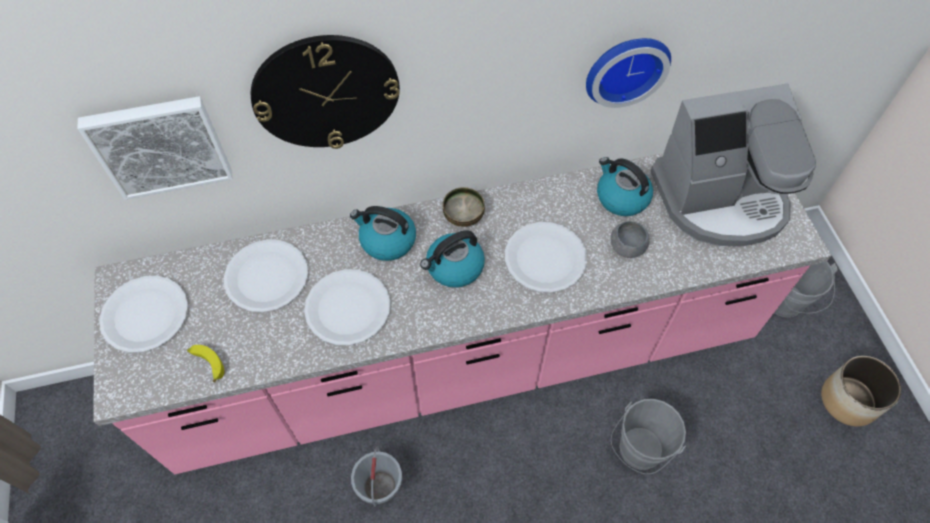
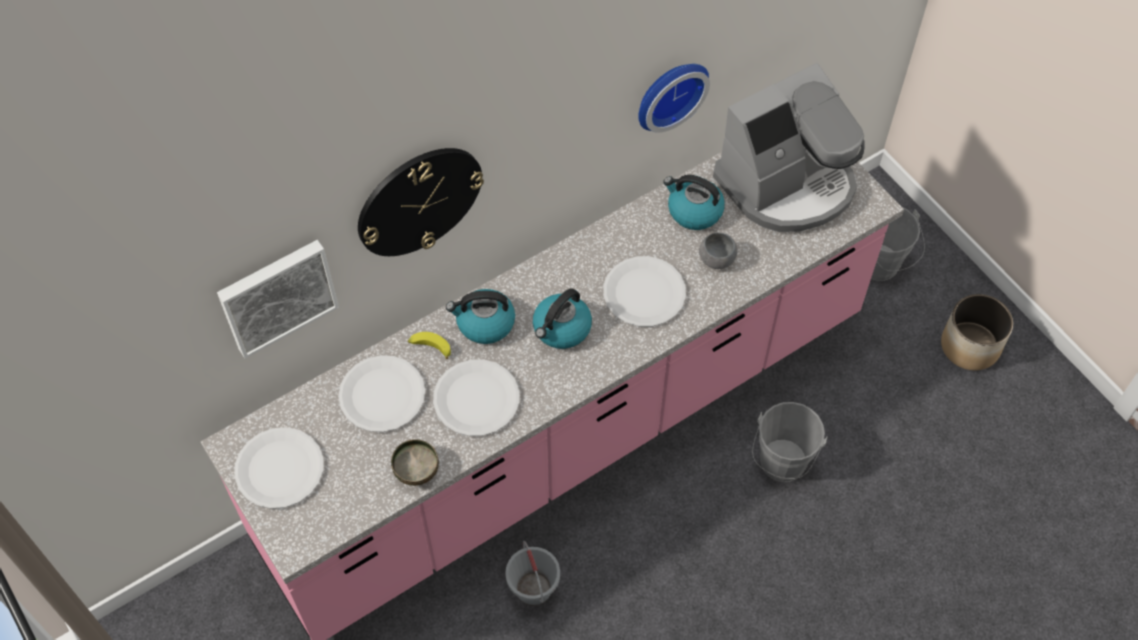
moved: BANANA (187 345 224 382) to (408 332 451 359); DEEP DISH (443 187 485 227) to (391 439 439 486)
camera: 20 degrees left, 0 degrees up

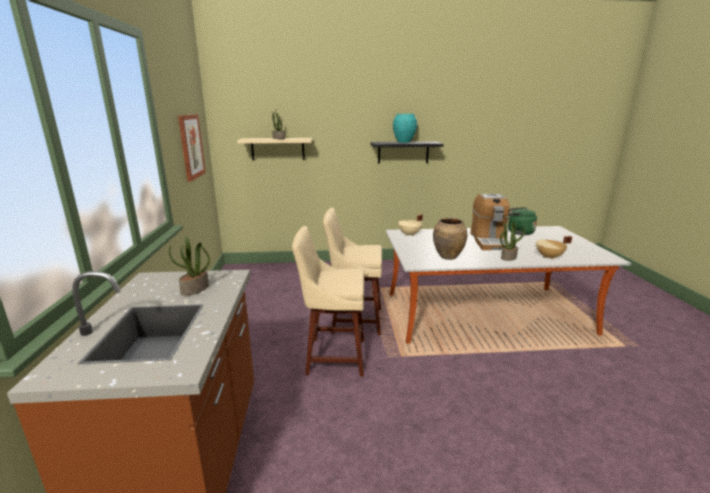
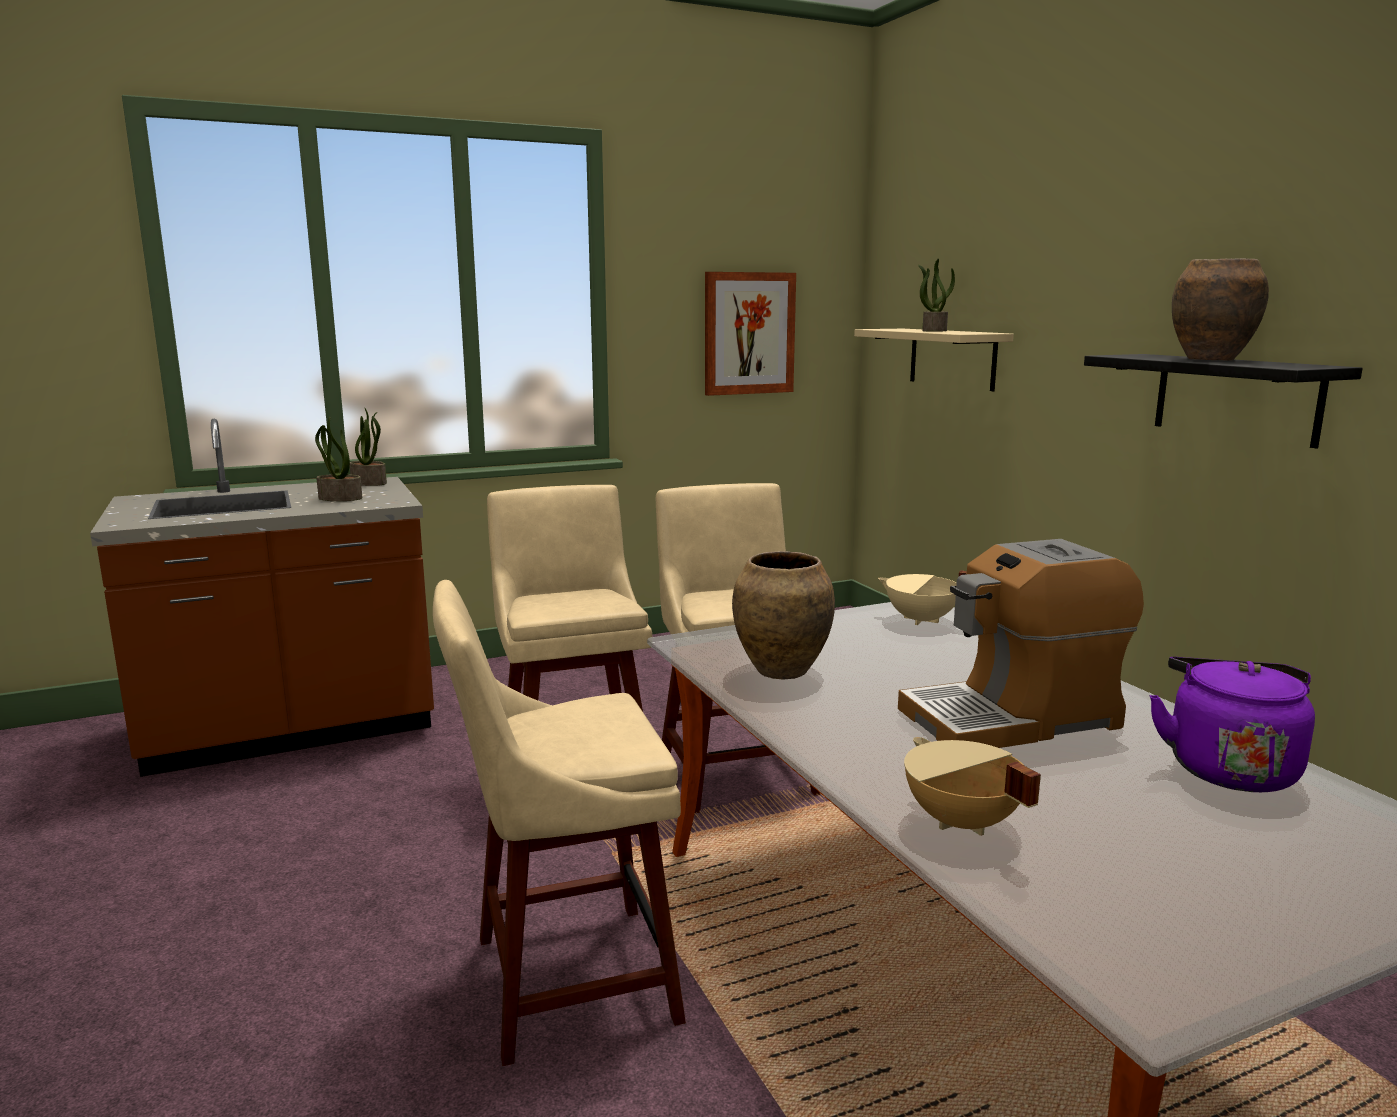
added: SAND-COLOURED PLAIN CHAIR (433 580 686 1066)
moved: HOUSEPLANT (500 221 525 261) to (350 407 387 486)
recoloured: TURQUOISE VASE (393 114 417 143) to BROWNISH VASE (1172 258 1269 361); GREEN-COLOURED KETTLE (508 207 537 235) to PURPLE KETTLE (1149 657 1315 792)
camera: 70 degrees right, 5 degrees down

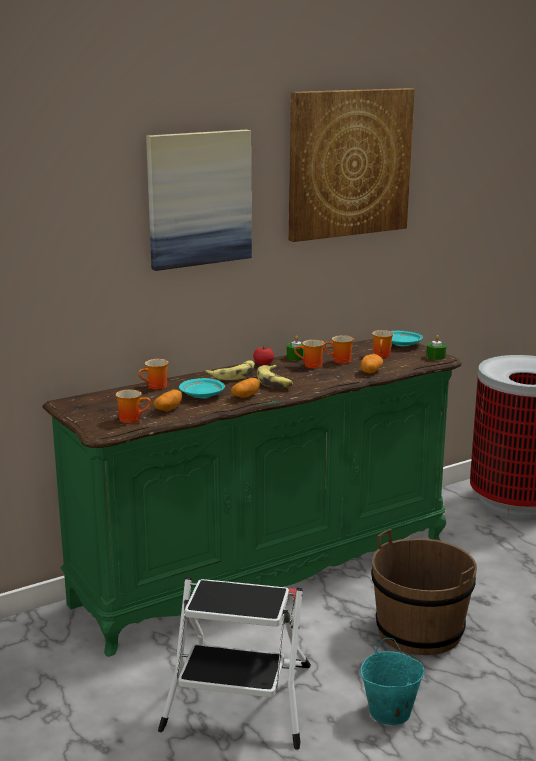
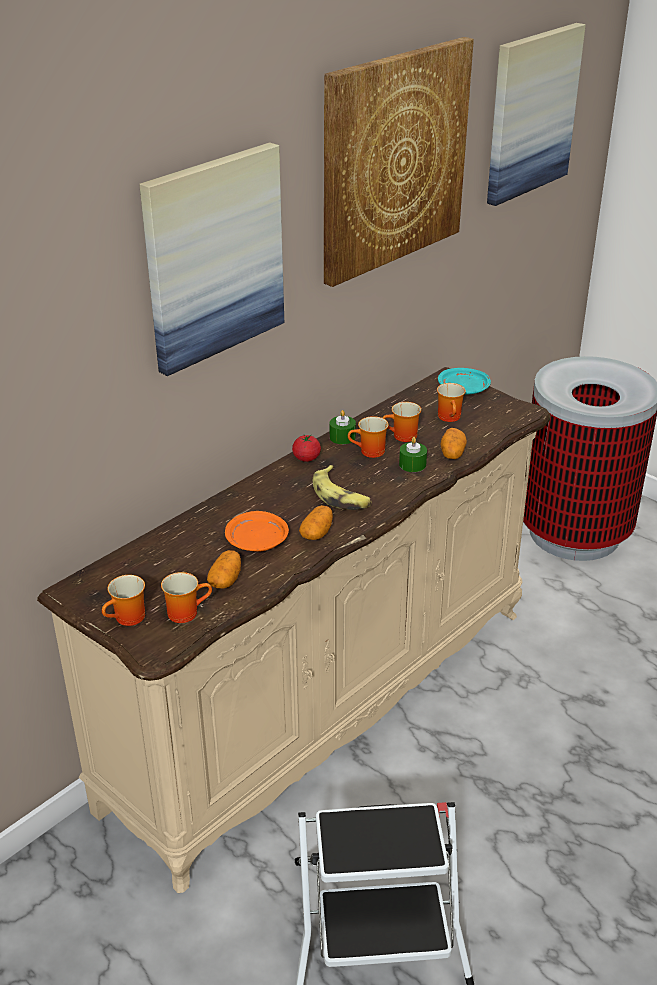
removed: BANANA (205 360 255 380); TURQUOISE WATER BUCKET (361 638 424 725); BROWNISH WATER BUCKET (371 529 477 655)
added: WALL PICTURE (487 23 586 206)
moved: COFFEE MUG (138 359 168 389) to (102 575 145 626); GREEN-COLOURED WAX CANDLE (426 335 446 360) to (399 437 427 472)
recoloured: GREEN-COLOURED CUPBOARD (42 338 462 656) to SAND-COLOURED CUPBOARD (37 367 551 893); TURQUOISE DINNER PLATE (179 378 225 398) to ORANGEY DINNER PLATE (225 511 289 552)
camera: 15 degrees left, 15 degrees up

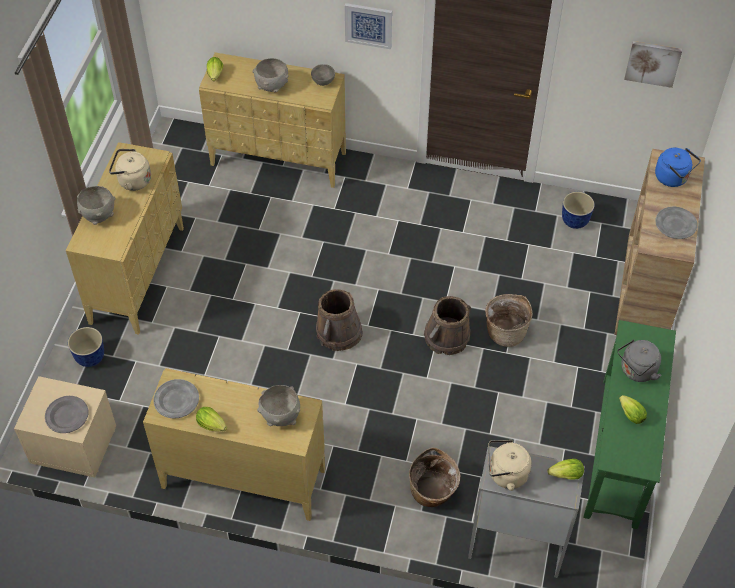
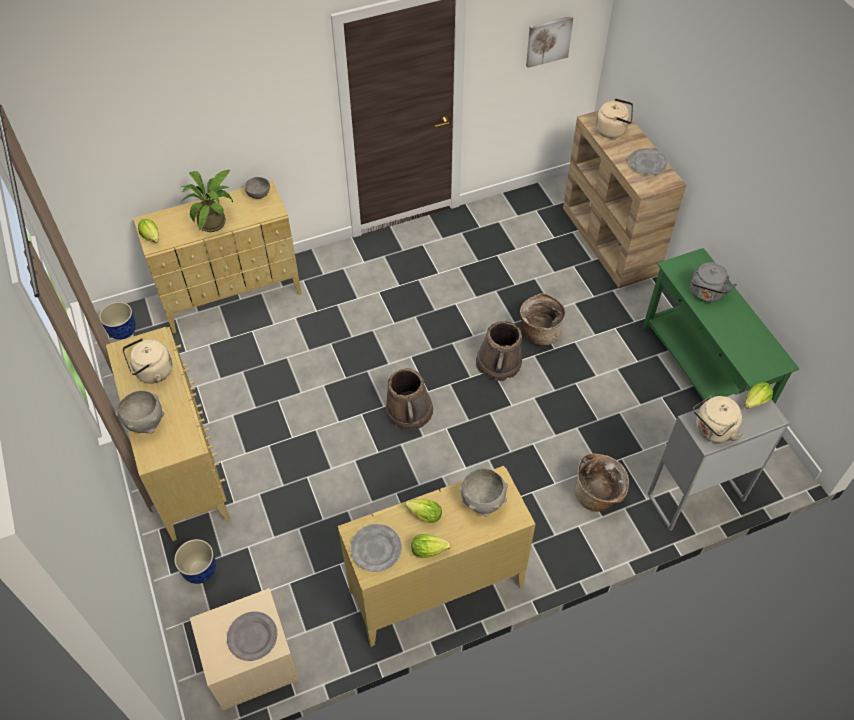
removed: WALL PICTURE (345 3 392 49)
moved: PLANT POT (562 192 595 229) to (99 302 136 340); LETTUCE HEAD (619 395 647 424) to (405 499 442 523)
replaced: GREYISH DEEP DISH (253 58 289 92) to HOUSEPLANT (181 170 233 232)
recoloured: BLUISH KETTLE (655 148 701 187) to SAND-COLOURED KETTLE (596 98 633 138)
camera: 35 degrees left, 0 degrees up

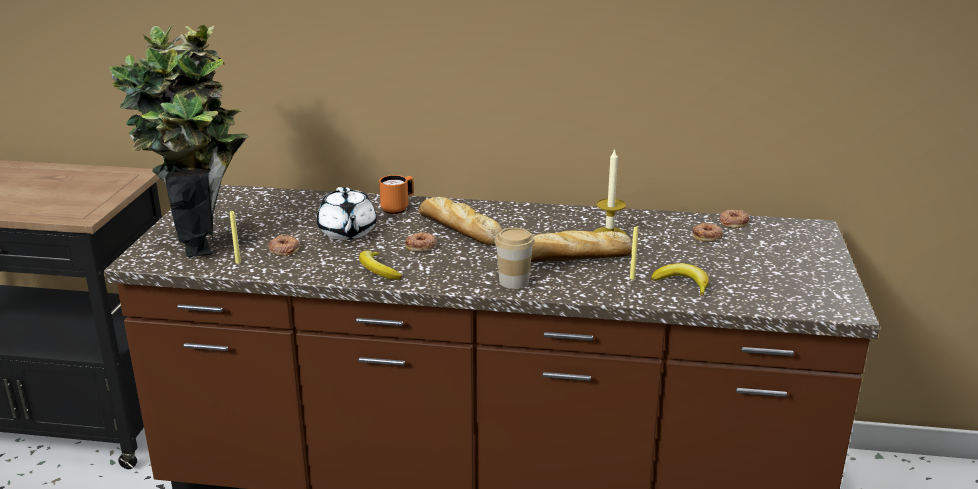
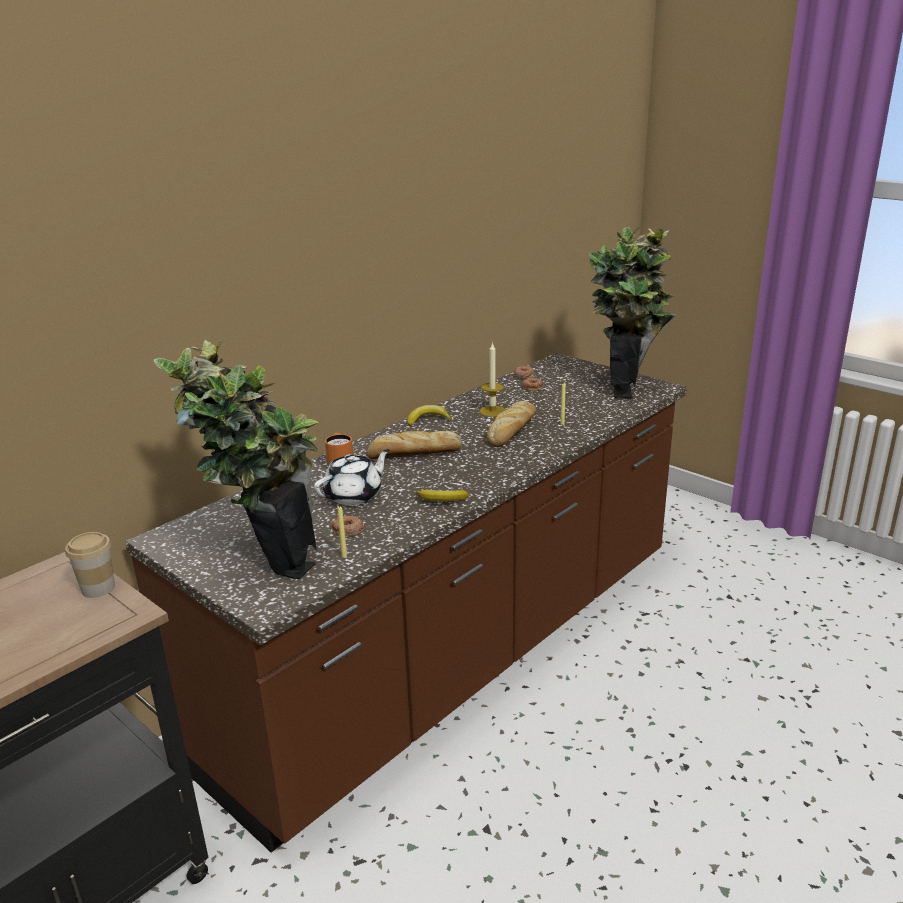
removed: DONUT (405 232 437 251)
added: HOUSEPLANT (589 226 677 398)
moved: DRINKING CUP (495 228 535 289) to (65 532 115 598); BANANA (651 263 709 296) to (407 405 452 426)
turned: WHITE-COLOURED POT FOR TEA (317 187 377 240) = (314 449 390 506) 60 degrees counterclockwise
camera: 55 degrees left, 0 degrees up

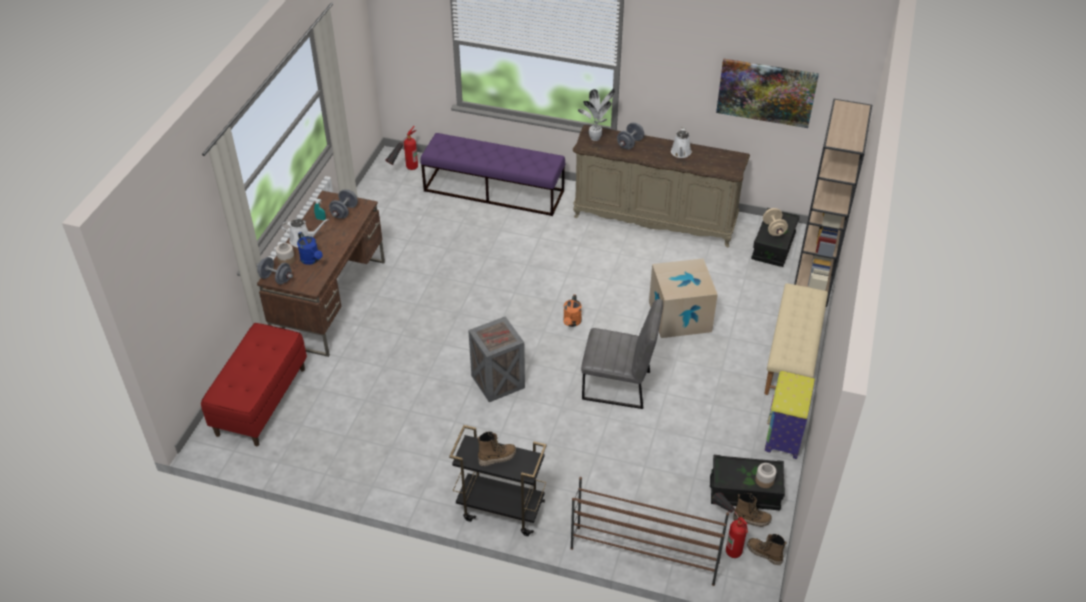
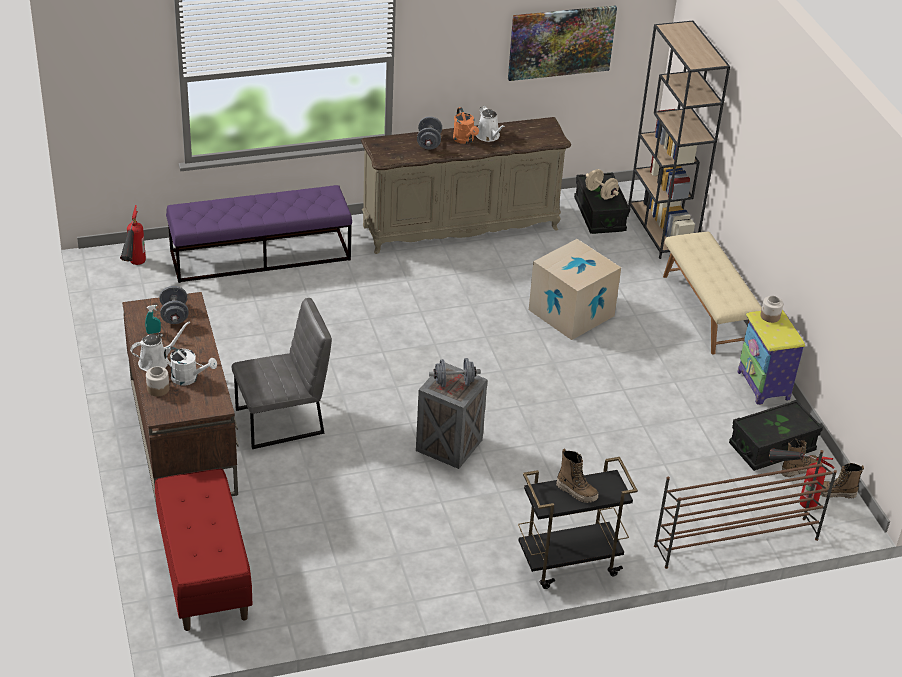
removed: HOUSEPLANT (578 88 615 141)
moved: GREYISH DUMBBELL (256 257 293 285) to (429 358 481 387); ORANGEY SPRINKLING CAN (563 294 582 327) to (453 107 479 144); GREYISH PLAIN CHAIR (581 299 663 409) to (232 298 332 449); JAR (755 463 776 488) to (760 296 783 323)
recoloured: BLUISH SPRINKLING CAN (297 232 323 265) to WHITE-COLOURED SPRINKLING CAN (164 346 217 386)
turned: HIGH-TOP BOOT (477 431 516 466) = (556 448 598 503) 90 degrees clockwise
camera: 35 degrees left, 5 degrees down

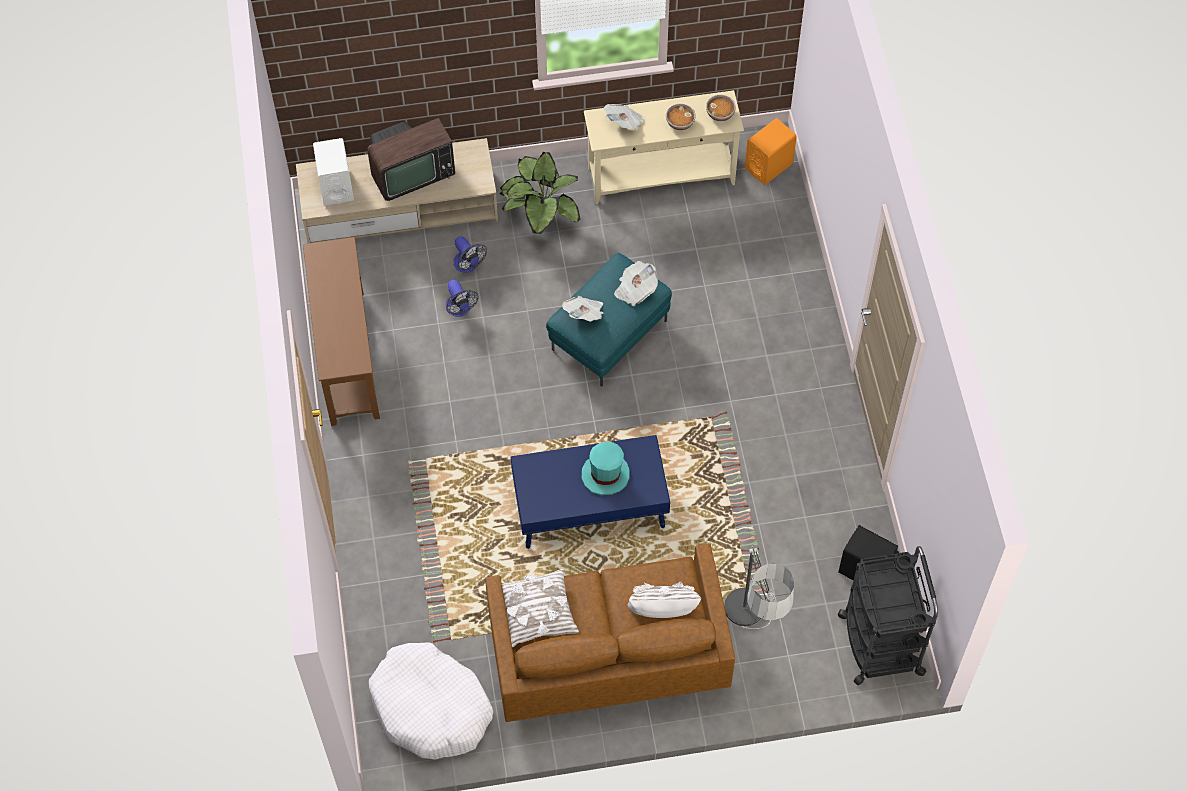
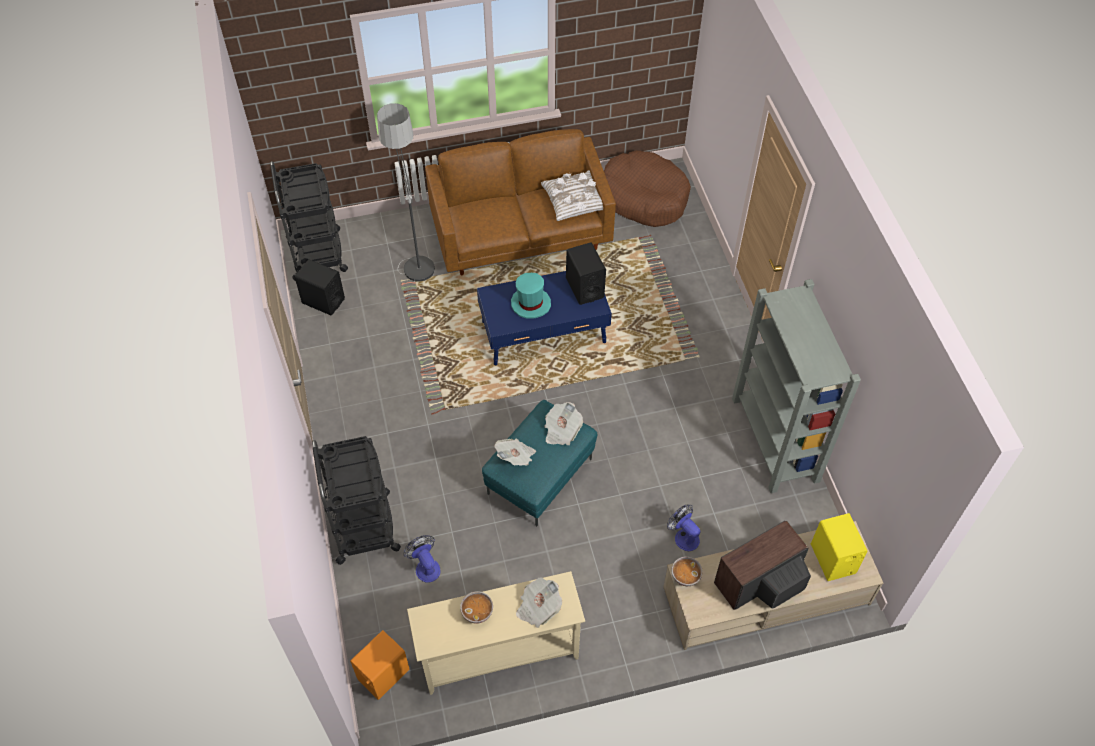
removed: HOUSEPLANT (500 152 581 234); WHITE-COLOURED CUSHION (628 582 701 618)
added: BLACK TROLLEY (312 436 401 565); BLACK AUDIO SPEAKER (566 242 606 305)
moved: ELECTRIC FAN (446 280 478 317) to (403 535 441 583); DEEP DISH (706 95 736 121) to (672 557 703 586)
replaced: BROWNISH NARROW TABLE (303 237 380 426) to GREYISH BOOKCASE (732 279 861 493)
recoloured: WHITE-COLOURED AUDIO SPEAKER (313 138 354 205) to YELLOW AUDIO SPEAKER (811 513 868 581); WHITE-COLOURED DOG CUSHION (369 642 493 759) to BROWNISH DOG CUSHION (604 150 691 227)
camera: 175 degrees right, 5 degrees down

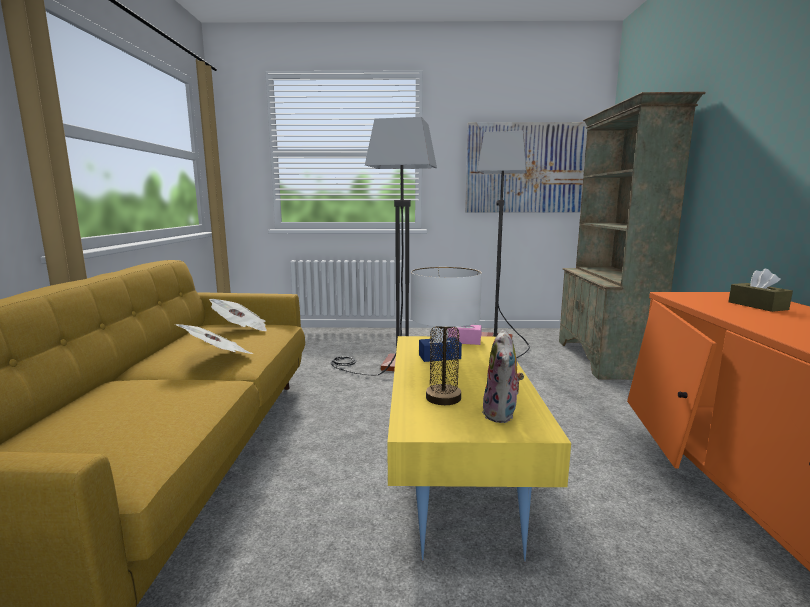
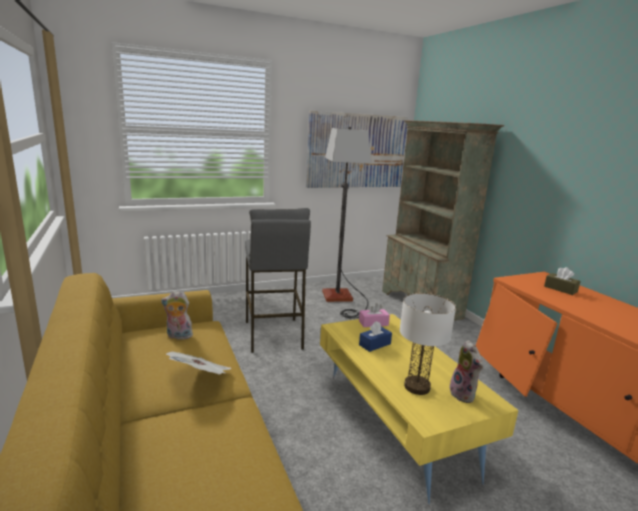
replaced: PRINTED PAPER (209 299 267 331) to CUDDLY TOY (161 291 193 340); STANDING LAMP (331 117 437 376) to GREYISH SITTING STOOL (245 208 311 353)
camera: 25 degrees left, 5 degrees up

